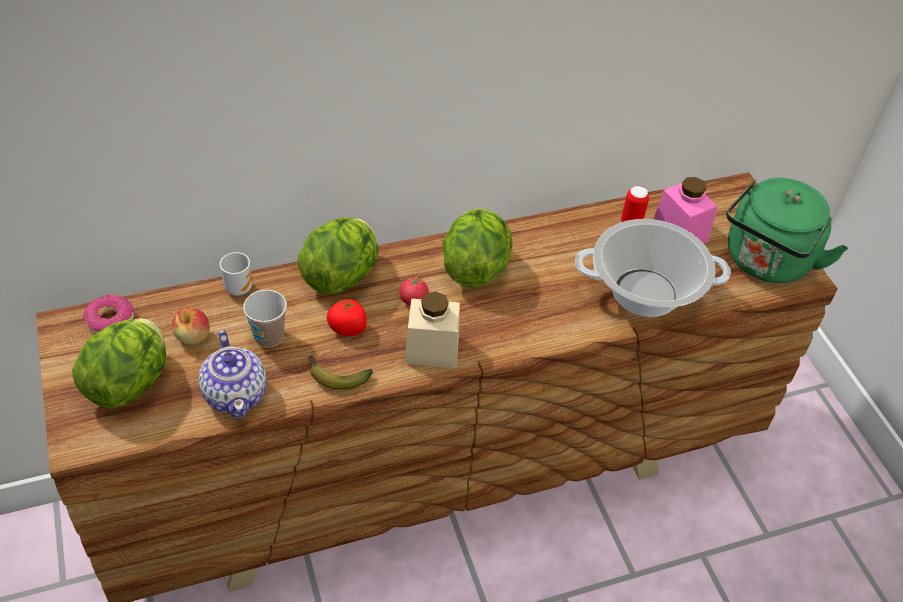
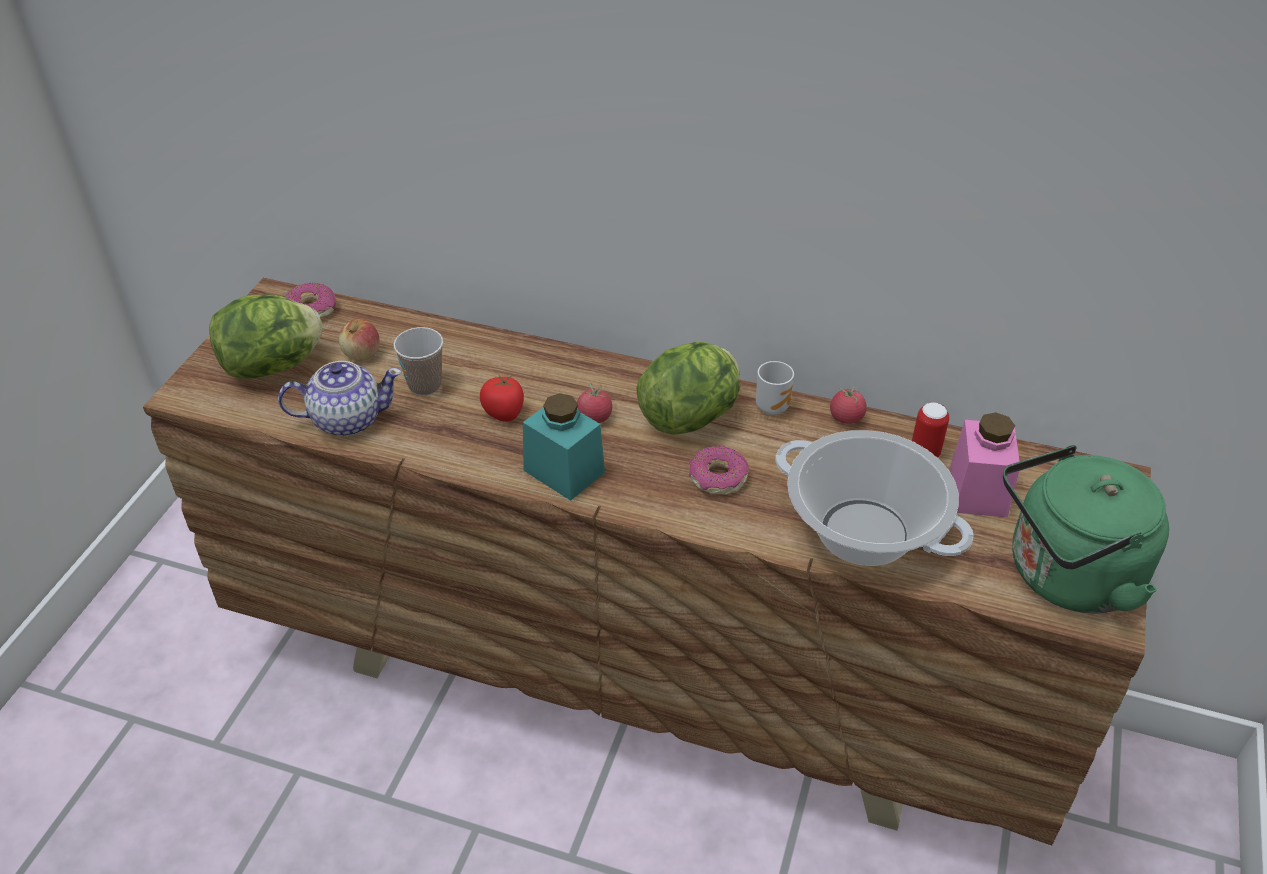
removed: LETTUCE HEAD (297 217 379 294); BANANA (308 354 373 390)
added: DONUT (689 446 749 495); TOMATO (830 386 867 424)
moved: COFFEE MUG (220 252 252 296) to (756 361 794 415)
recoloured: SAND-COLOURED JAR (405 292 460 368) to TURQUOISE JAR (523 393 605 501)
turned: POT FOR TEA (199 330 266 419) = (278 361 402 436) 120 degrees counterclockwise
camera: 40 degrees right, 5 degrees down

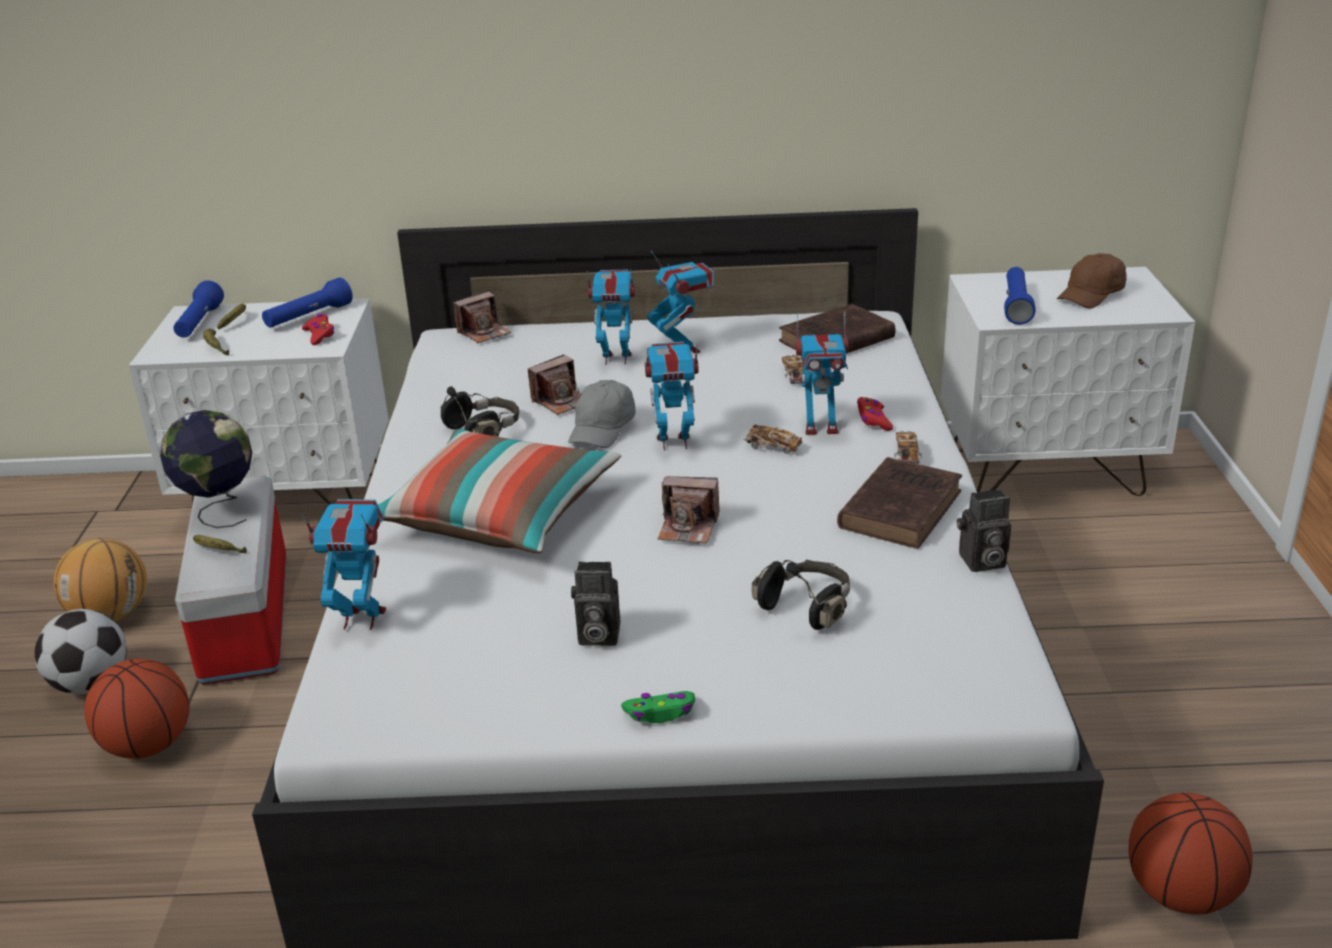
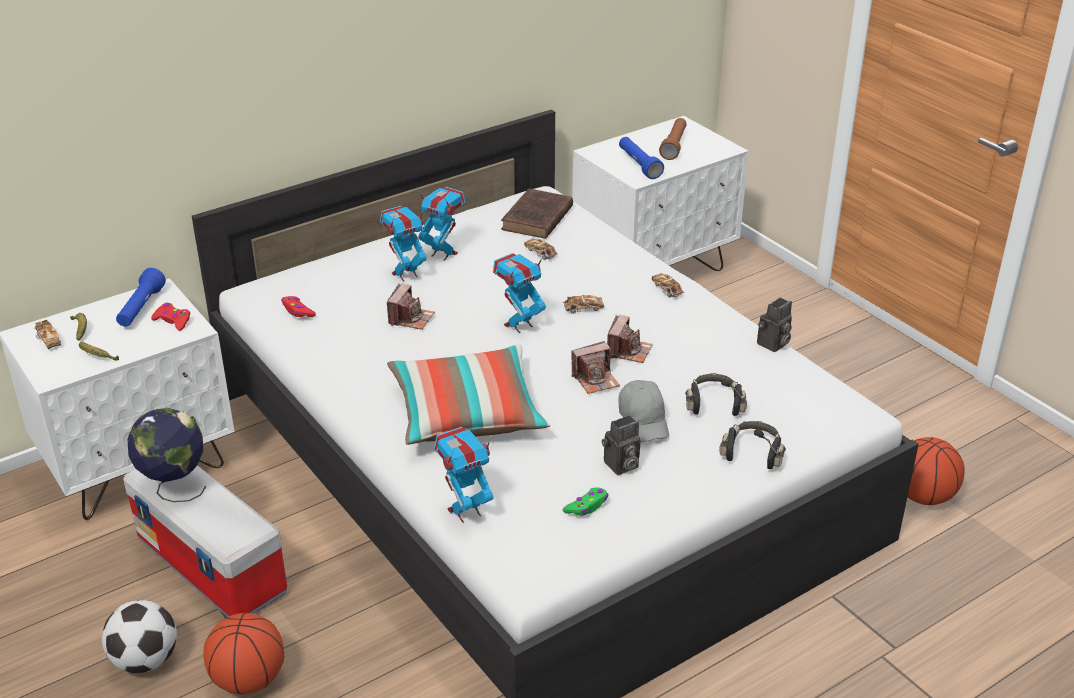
removed: BASKETBALL (53 538 147 622); BANANA (193 535 247 553); TOY ROBOT (796 311 848 435); BROWNISH BOOK (837 457 962 549)
moved: BLACK HEADSET (440 386 519 437) to (719 421 786 469); PHOTO CAMERA (453 291 511 343) to (607 314 653 363); GREYISH CAP (568 380 636 448) to (619 380 669 442); GREEN-COLOURED GAME CONTROLLER (621 691 695 723) to (563 487 608 516); RED GAME CONTROLLER (857 397 893 431) to (281 296 316 317)
replaced: BLUISH FLASHLIGHT (173 280 224 338) to TOY CAR (35 320 61 349); BROWNISH CAP (1057 253 1127 308) to BROWNISH FLASHLIGHT (659 118 687 160)
camera: 35 degrees left, 5 degrees up

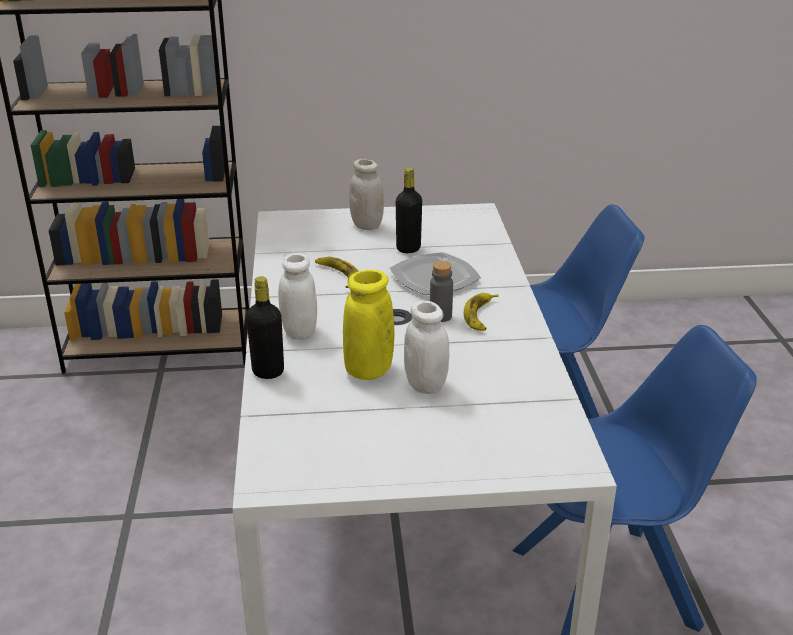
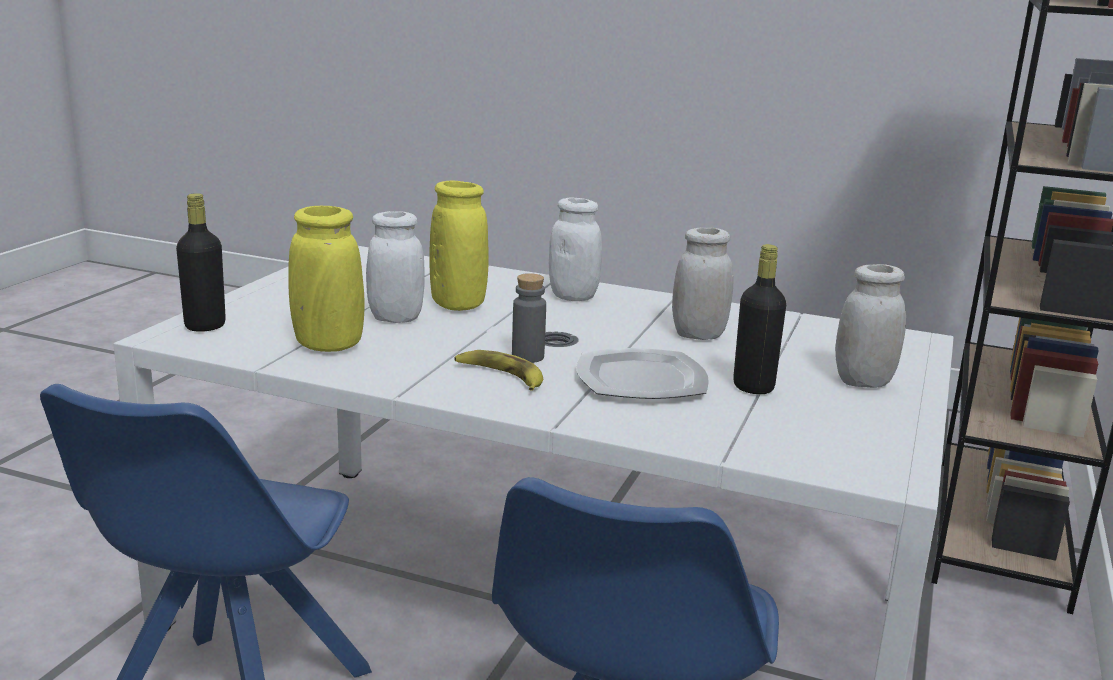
added: YELLOW VASE (288 206 365 352)
moved: BLACK DRINK BOTTLE (246 277 284 379) to (176 193 226 332)
replaced: BANANA (315 257 359 288) to WHITE-COLOURED JAR (672 228 734 340)
camera: 115 degrees right, 10 degrees down

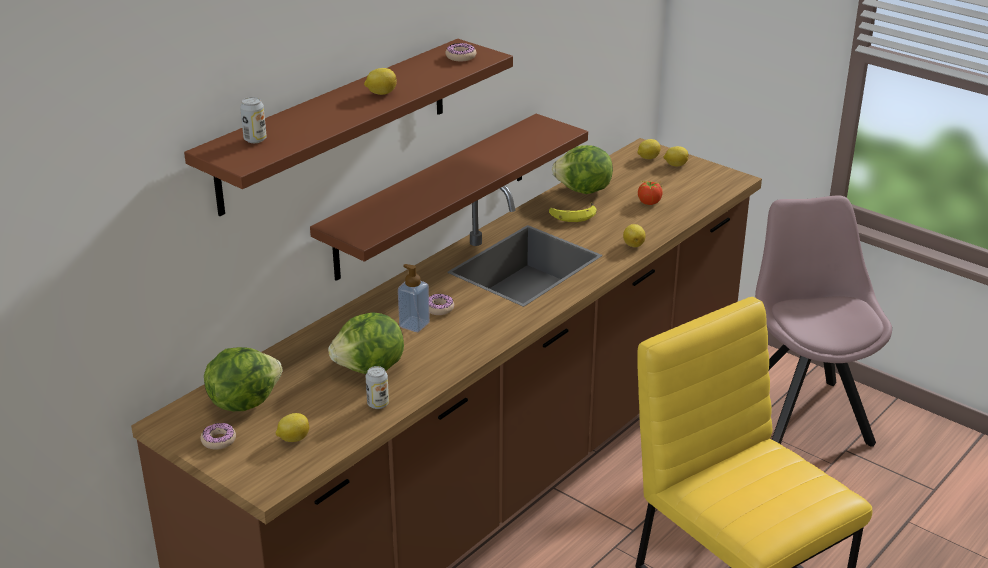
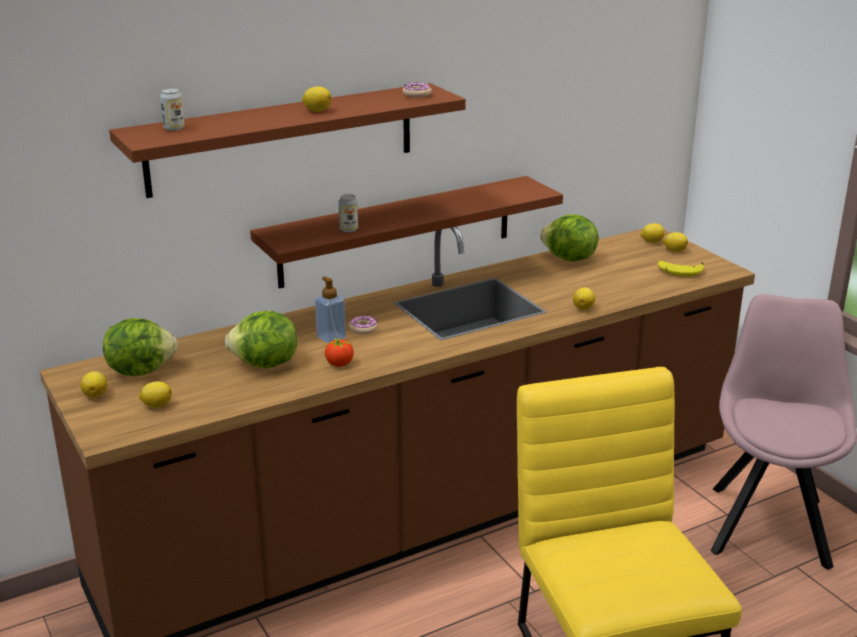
moved: CAN (366 366 389 409) to (338 194 358 232); BANANA (549 202 597 222) to (658 260 705 277); TOMATO (638 181 663 205) to (324 338 354 367)
replaced: DONUT (200 423 236 449) to LEMON (81 371 107 398)
camera: 20 degrees right, 5 degrees down

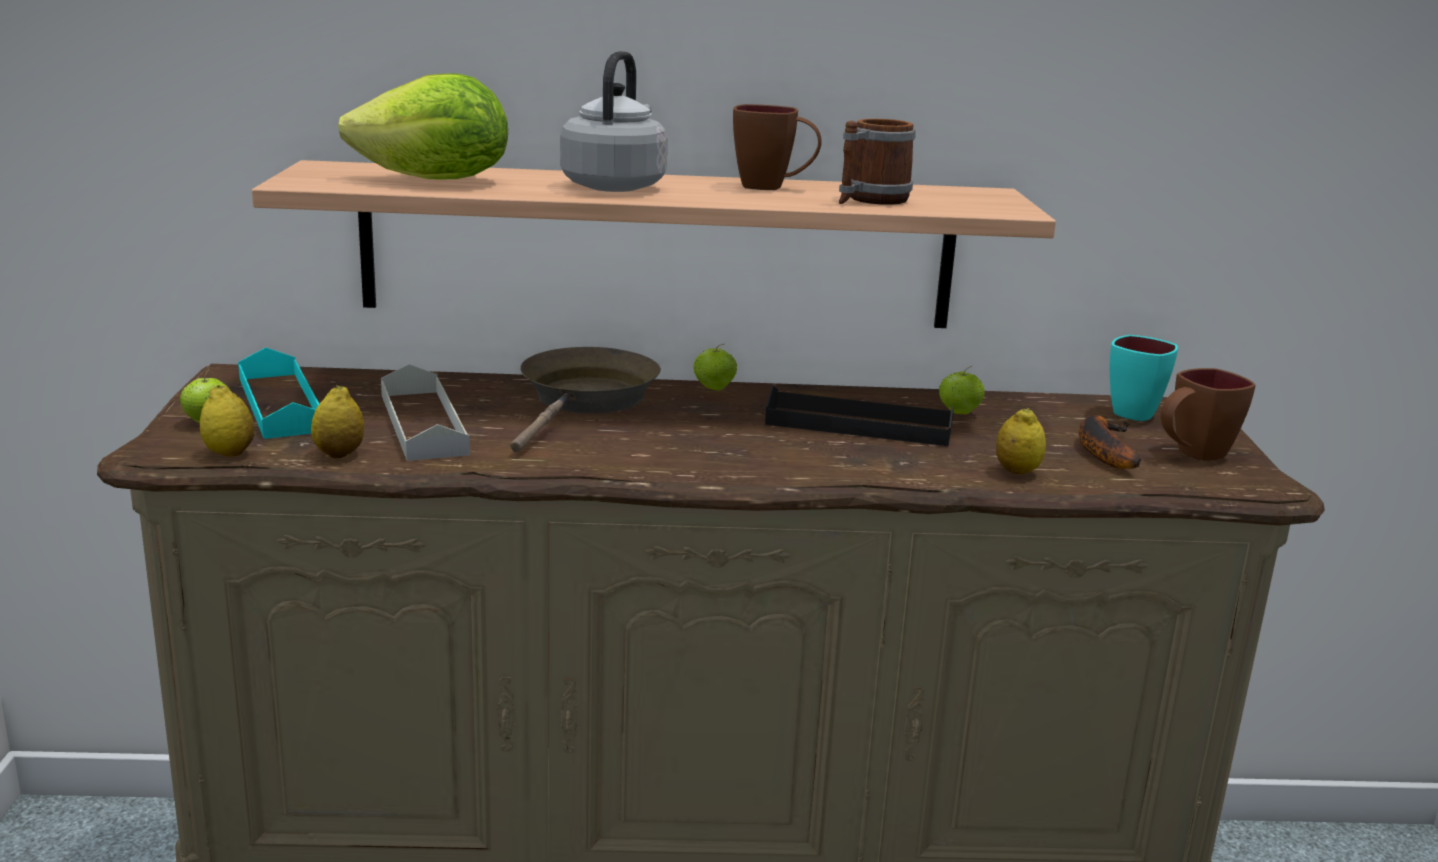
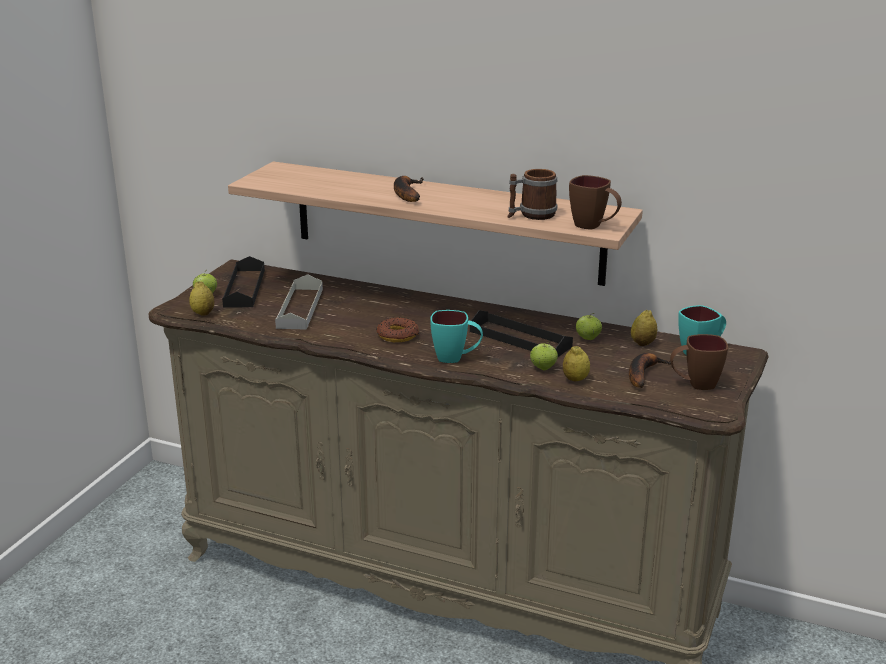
removed: LETTUCE HEAD (338 73 508 179); BROWNISH SKILLET (510 347 661 452)
added: DONUT (376 317 419 342); TURQUOISE COFFEE MUG (430 310 483 363)
moved: LEMON (311 385 364 459) to (631 310 658 346); APPLE (694 344 737 391) to (530 342 558 370); BROWNISH COFFEE MUG (733 104 822 190) to (569 175 622 230)
replaced: GREYISH KETTLE (560 51 668 192) to BANANA (394 176 424 202)
recoloured: TURQUOISE CARRYING TRAY (238 347 319 439) to BLACK CARRYING TRAY (222 256 265 308)
camera: 25 degrees right, 5 degrees up

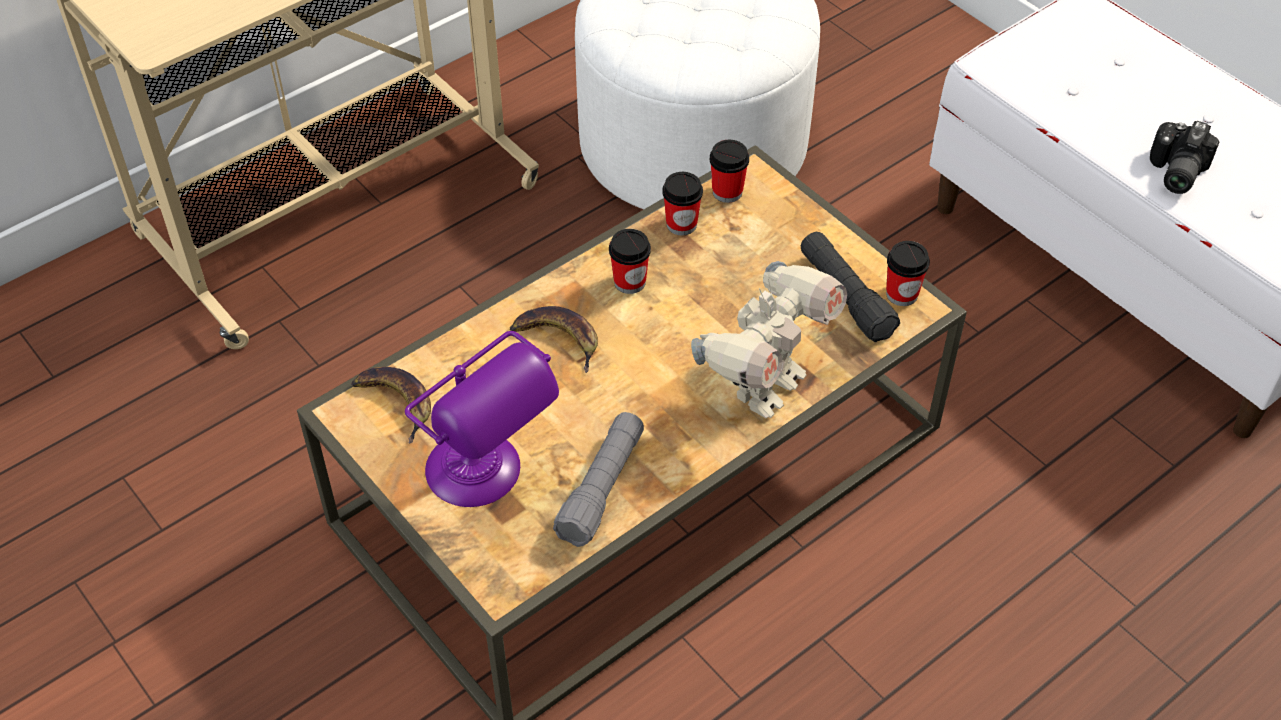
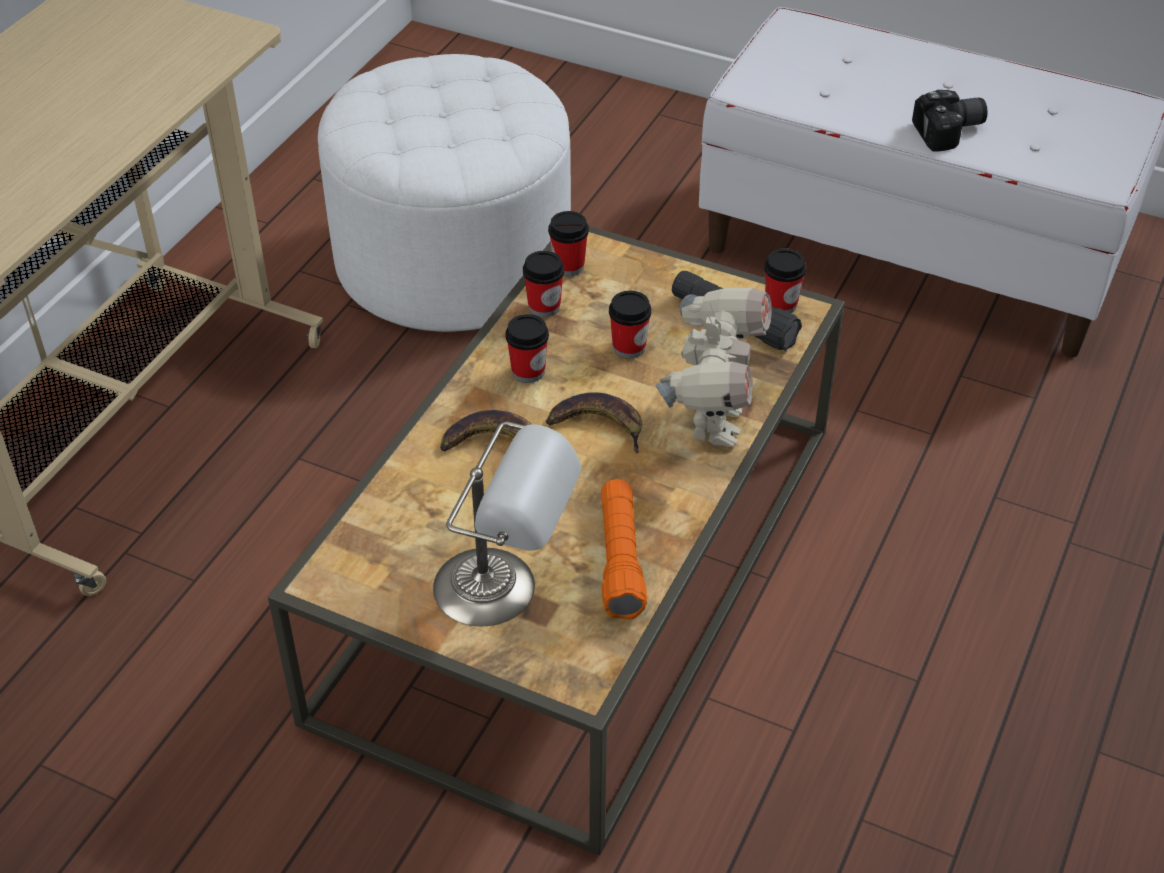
added: DRINKING CUP (609 291 651 359)
moved: BANANA (351 367 431 444) to (546 392 642 454)
recoloured: PURPLE TABLE LAMP (405 331 559 507) to WHITE-COLOURED TABLE LAMP (433 421 581 626); GREYISH FLASHLIGHT (553 412 644 547) to ORANGEY FLASHLIGHT (601 479 647 619)
turned: PHOTO CAMERA (1150 121 1219 194) = (912 90 987 152) 105 degrees counterclockwise
camera: 25 degrees left, 5 degrees down

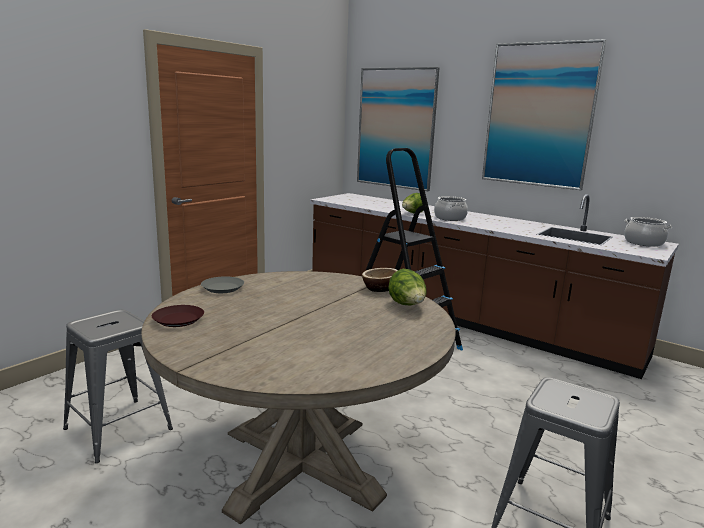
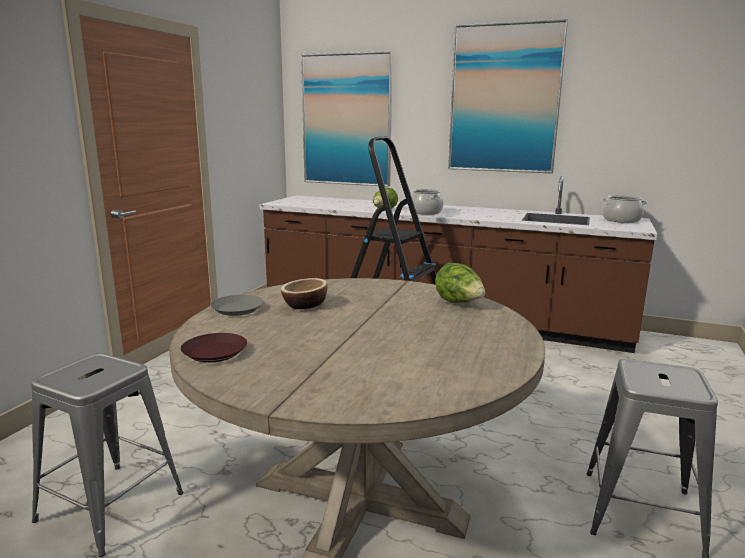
moved: DEEP DISH (362 268 398 292) to (281 278 328 309)
camera: 15 degrees left, 0 degrees up

